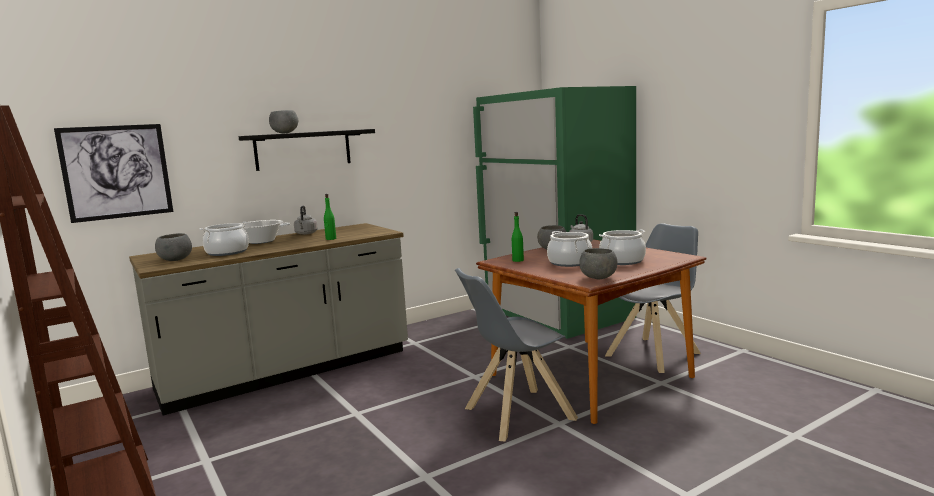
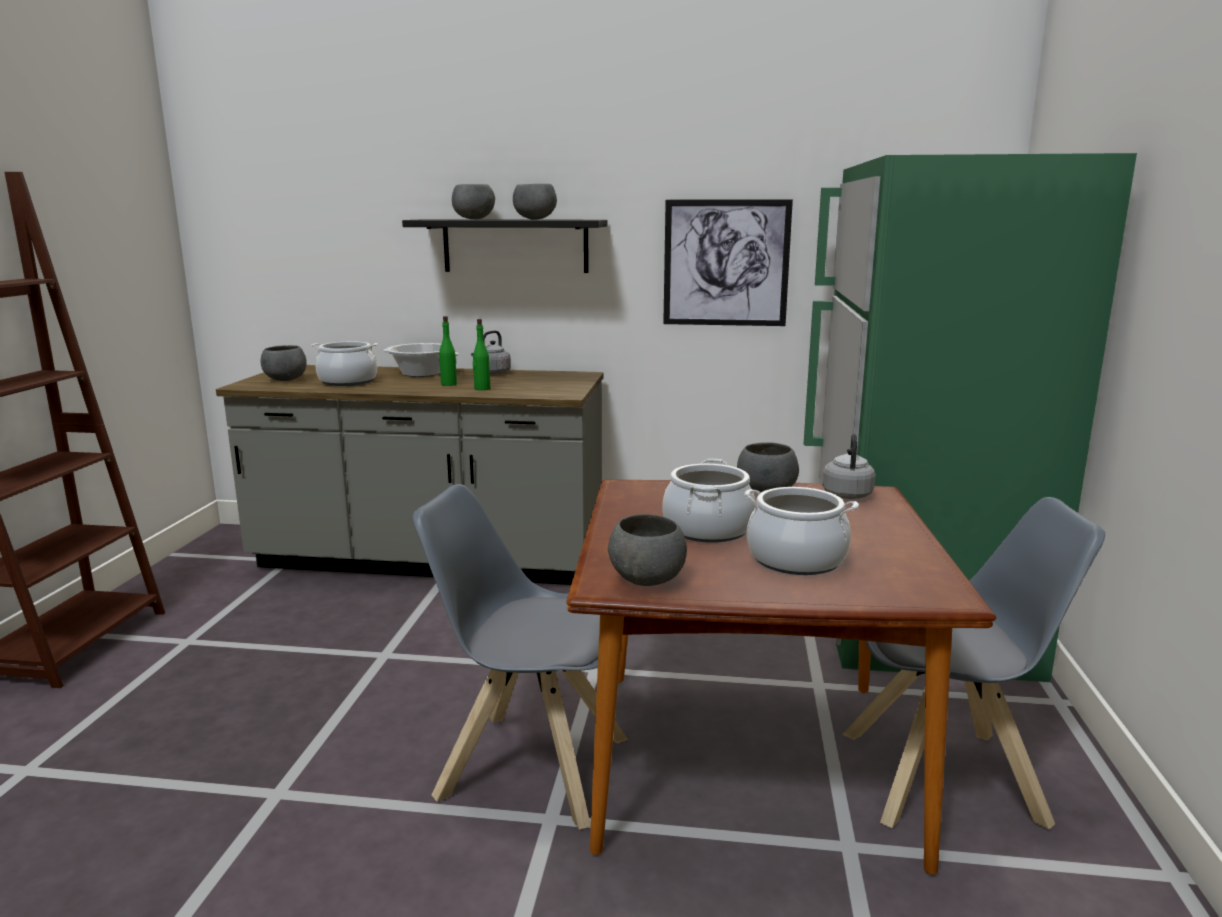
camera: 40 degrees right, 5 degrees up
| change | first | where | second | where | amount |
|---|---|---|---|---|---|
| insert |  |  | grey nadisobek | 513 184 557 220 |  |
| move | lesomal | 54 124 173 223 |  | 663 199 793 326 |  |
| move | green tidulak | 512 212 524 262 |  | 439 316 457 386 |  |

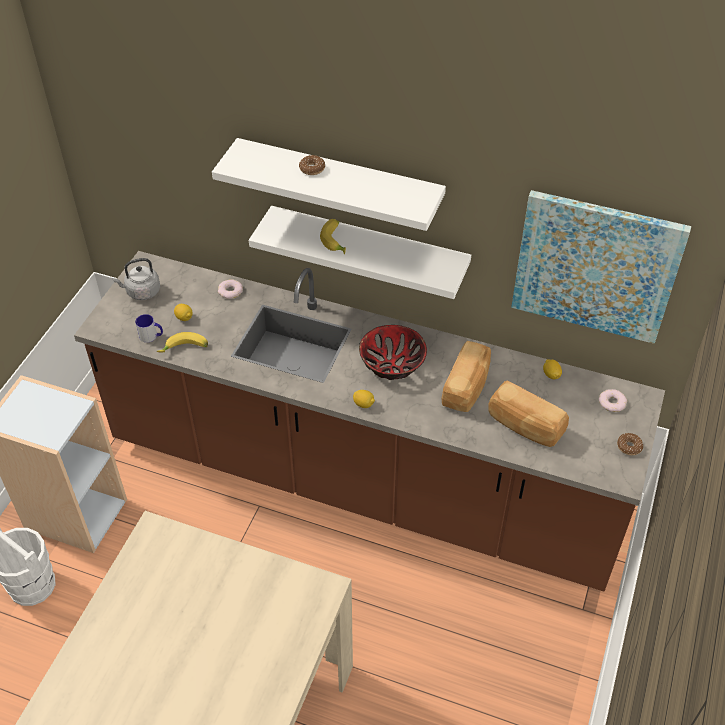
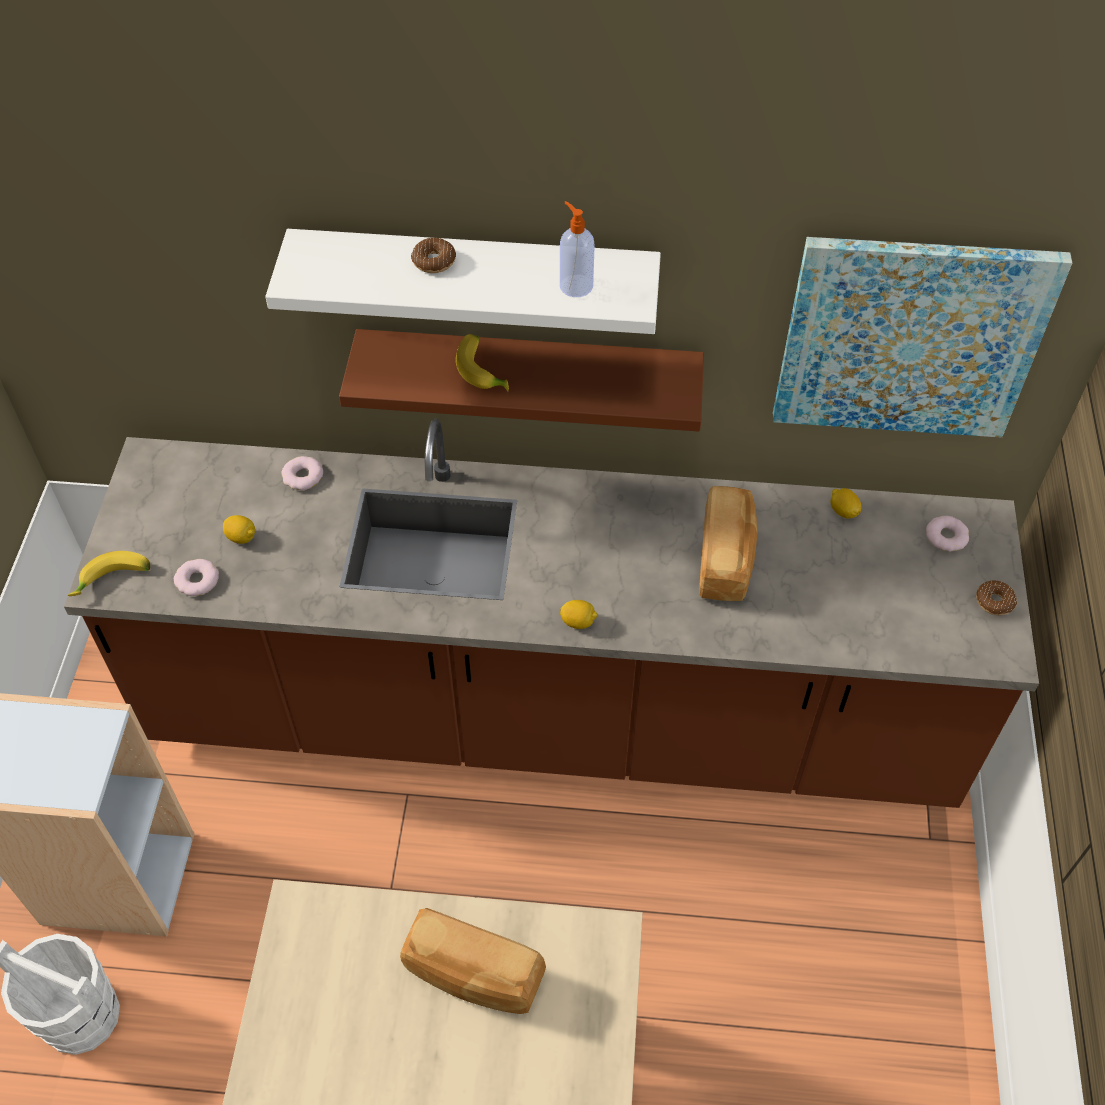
camera: 15 degrees left, 5 degrees up
| change | first | where | second | where | amount |
|---|---|---|---|---|---|
| delete | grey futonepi | 112 258 160 300 |  |  |  |
| delete | nadisobek | 359 325 427 380 |  |  |  |
| insert |  |  | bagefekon | 560 201 595 297 |  |
| move | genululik | 157 332 208 352 |  | 68 551 150 596 |  |
| move | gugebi | 489 381 569 447 |  | 400 908 546 1014 |  |
| replace | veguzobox | 135 314 163 343 | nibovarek | 174 559 219 596 |  |
| recolor | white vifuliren | 249 206 471 299 | brown vifuliren | 339 329 704 432 |  |

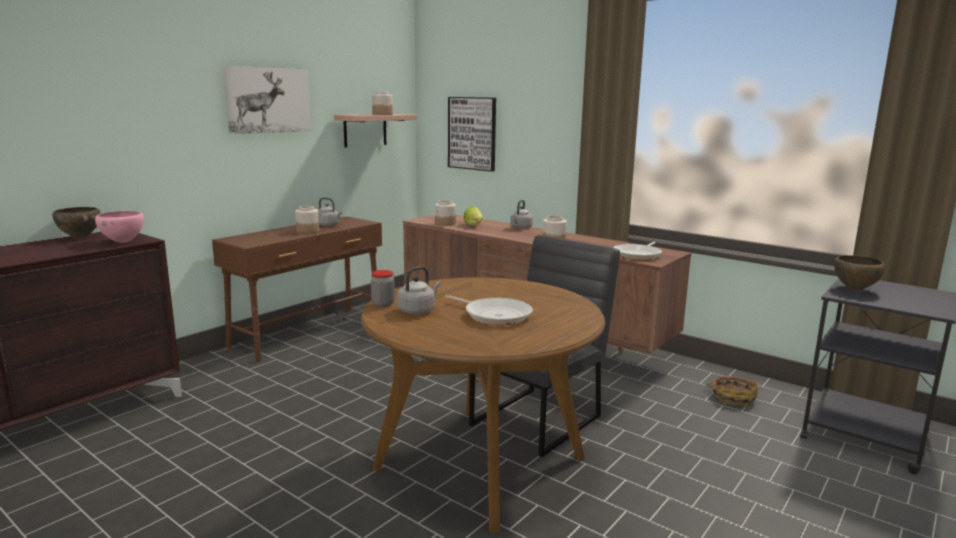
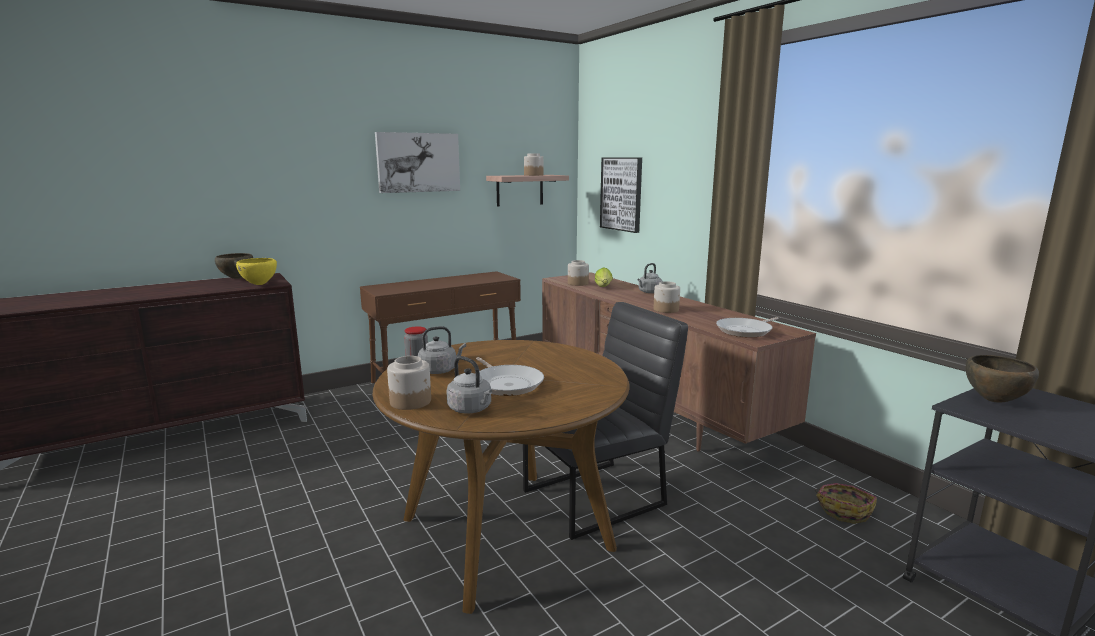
camera: 20 degrees right, 0 degrees up
| change | first | where | second | where | amount |
|---|---|---|---|---|---|
| move | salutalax | 295 206 319 233 |  | 387 356 431 410 |  |
| move | grey futonepi | 318 197 342 226 |  | 446 356 492 414 |  |
| recolor | pink nadisobek | 95 211 144 243 | yellow nadisobek | 236 258 277 285 |  |

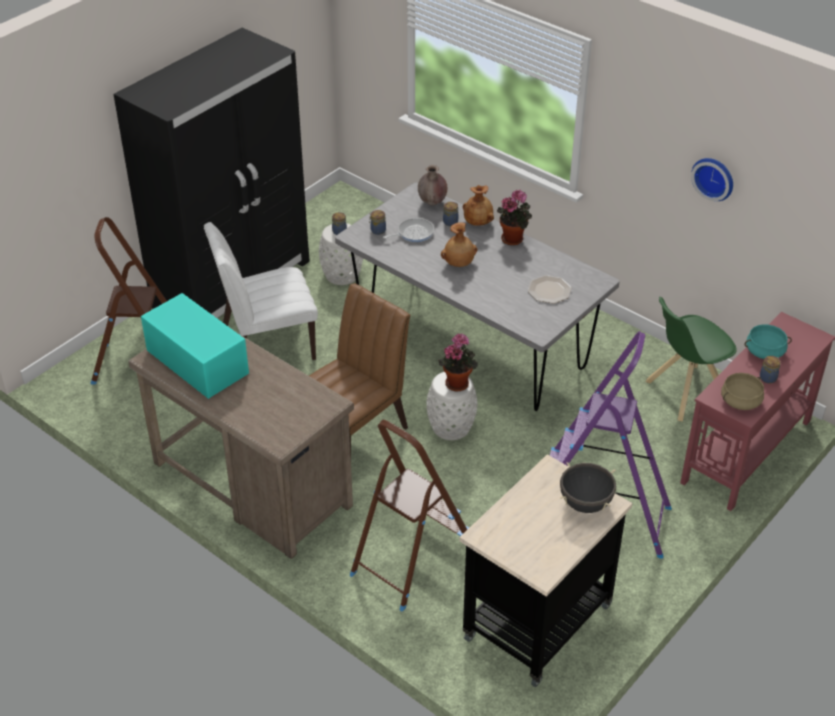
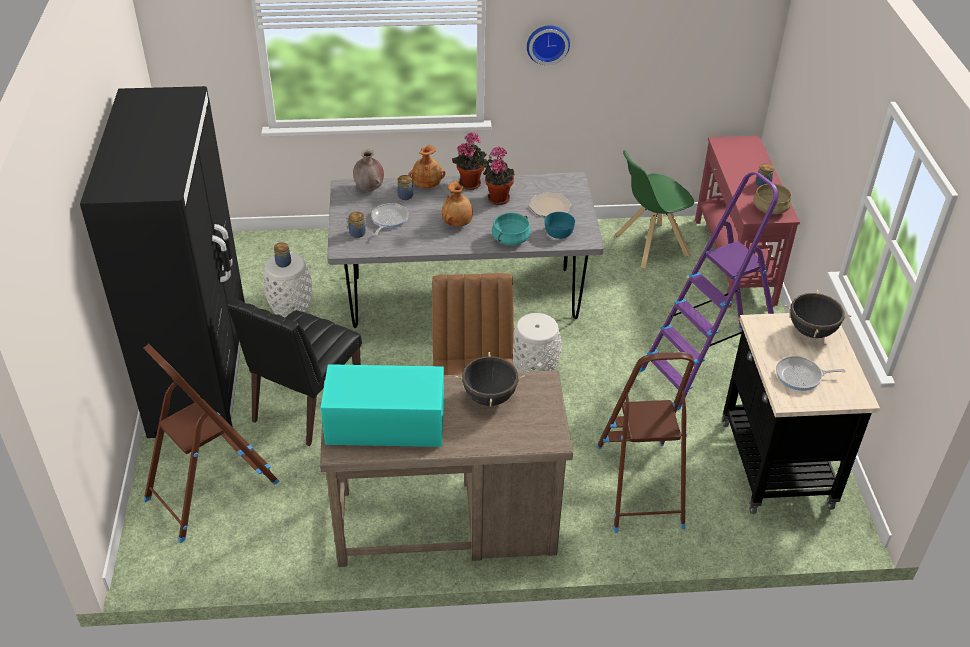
camera: 45 degrees left, 0 degrees up
| change | first | where | second | where | amount |
|---|---|---|---|---|---|
| insert |  |  | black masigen | 455 352 525 406 |  |
| insert |  |  | turquoise nadisobek | 545 212 575 239 |  |
| insert |  |  | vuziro | 776 356 846 391 |  |
| move | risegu | 438 333 478 391 |  | 483 147 515 205 |  |
| move | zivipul | 691 158 733 201 |  | 527 25 570 65 |  |
| move | turquoise masigen | 745 324 792 359 |  | 492 213 531 245 |  |
| recolor | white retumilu | 204 222 318 360 | black retumilu | 227 298 362 446 |  |
| rotate | green retumilu | 645 297 737 422 |  | 615 150 694 268 | 45 degrees clockwise |

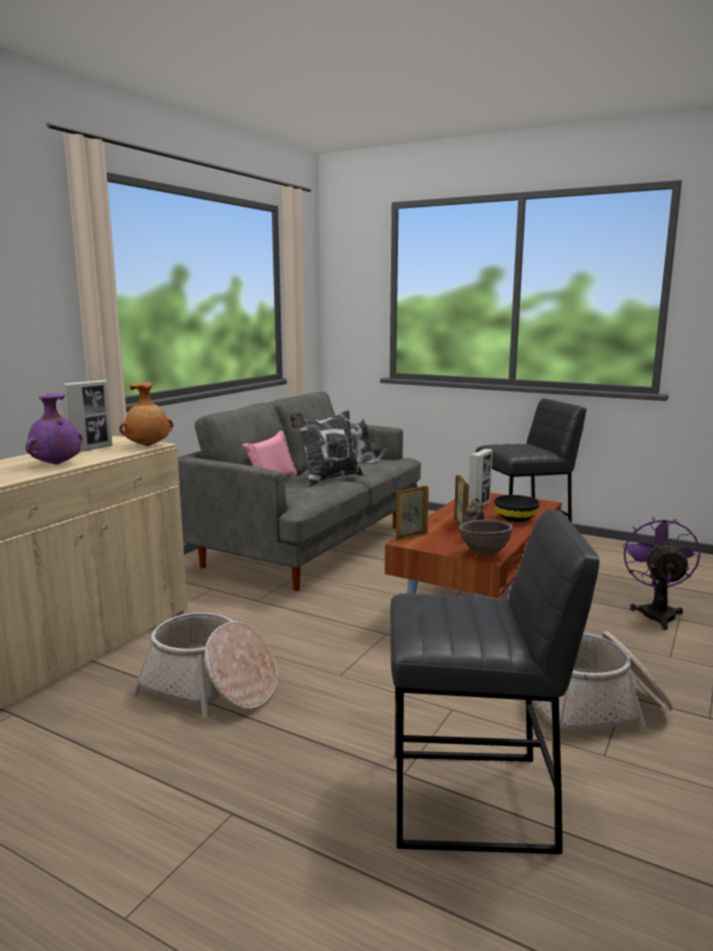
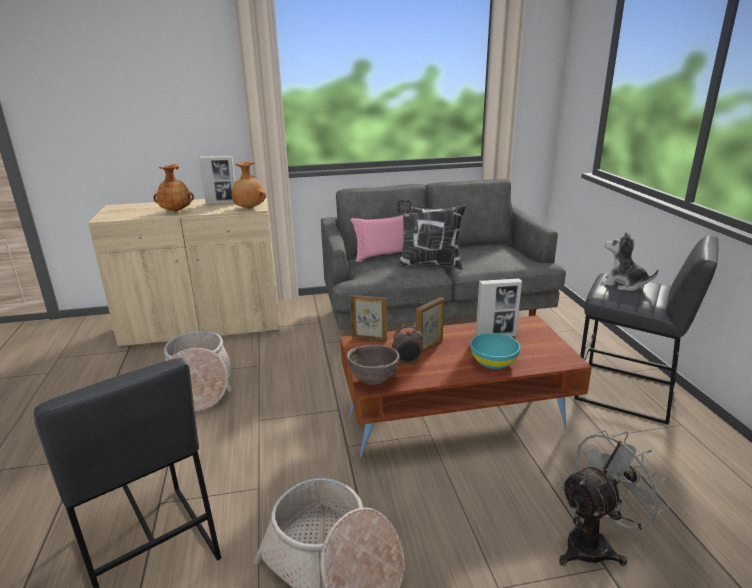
camera: 50 degrees right, 10 degrees up
| change | first | where | second | where | amount |
|---|---|---|---|---|---|
| move | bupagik | 351 419 388 464 |  | 601 232 659 291 |  |
| recolor | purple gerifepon | 25 393 83 465 | brown gerifepon | 153 164 194 212 |  |
| recolor | black nadisobek | 494 495 540 522 | turquoise nadisobek | 470 333 521 369 |  |
| recolor | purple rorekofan | 622 517 700 630 | grey rorekofan | 559 430 669 566 |  |

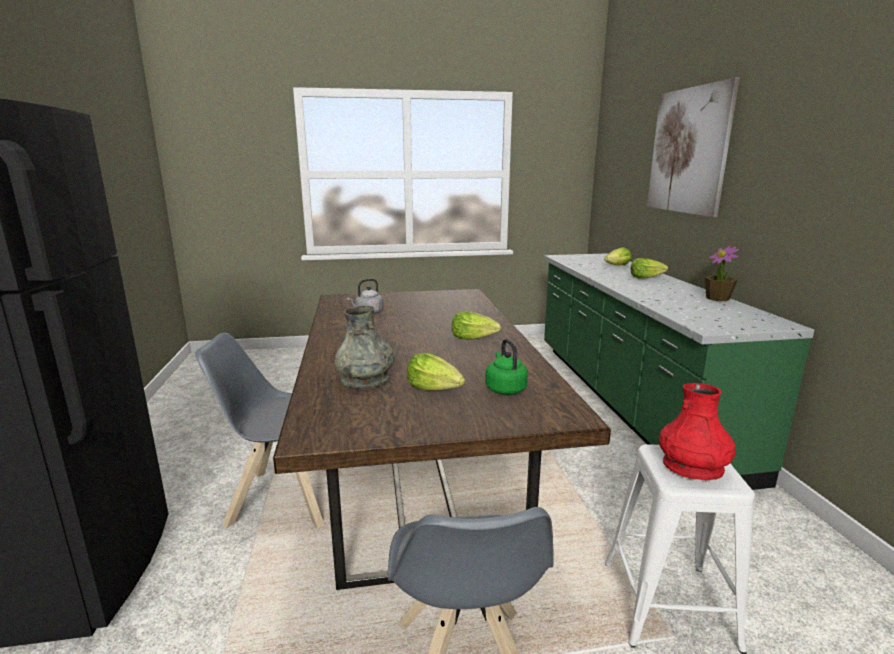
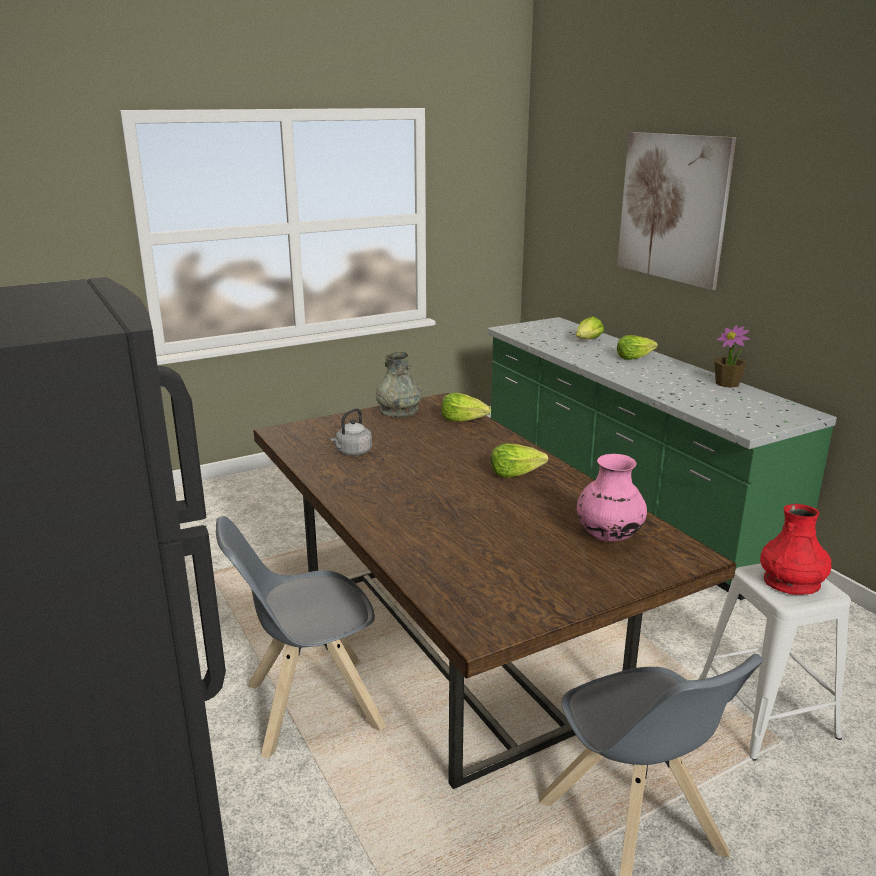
camera: 20 degrees left, 5 degrees up
| change | first | where | second | where | amount |
|---|---|---|---|---|---|
| move | grey gerifepon | 335 306 395 389 |  | 376 352 423 417 |  |
| move | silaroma | 407 352 465 391 |  | 441 393 491 422 |  |
| replace | green futonepi | 485 339 528 395 | pink gerifepon | 577 454 647 542 |  |

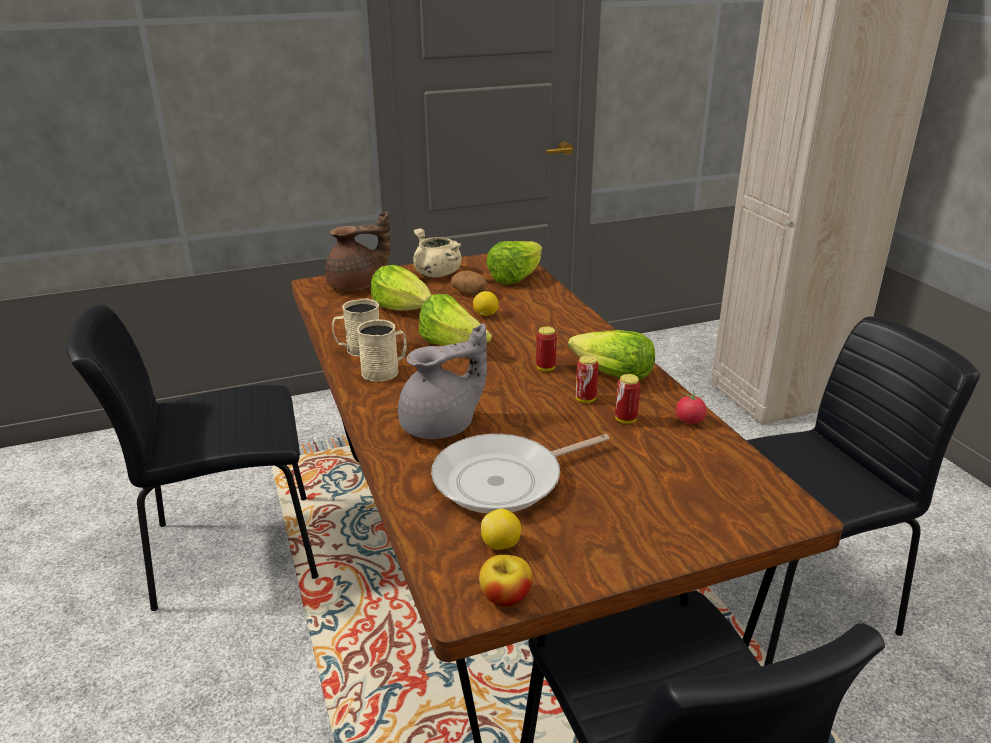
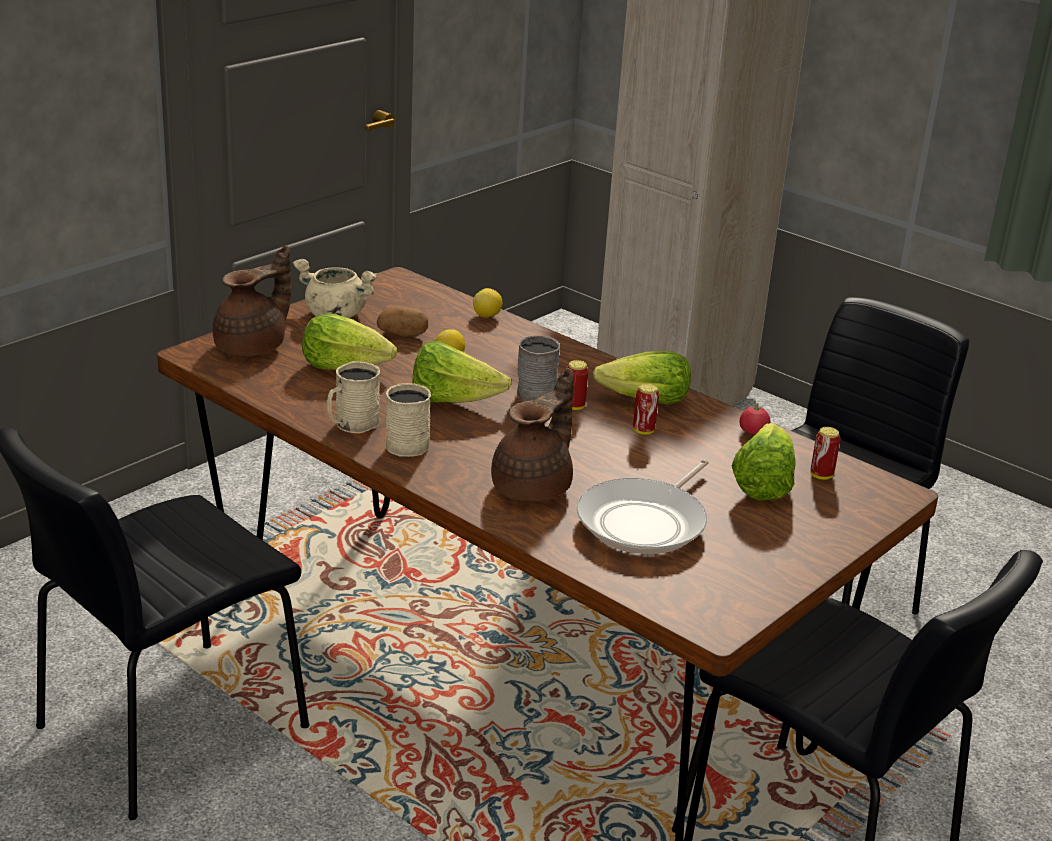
camera: 30 degrees left, 0 degrees up
| change | first | where | second | where | amount |
|---|---|---|---|---|---|
| delete | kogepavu | 479 555 533 607 |  |  |  |
| insert |  |  | grey veguzobox | 517 335 560 401 |  |
| move | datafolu | 481 509 521 550 |  | 473 288 503 318 |  |
| move | silaroma | 486 241 542 284 |  | 731 423 796 500 |  |
| move | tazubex | 615 374 641 424 |  | 810 427 840 480 |  |
| recolor | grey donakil | 398 323 487 439 | brown donakil | 491 368 574 501 |  |

